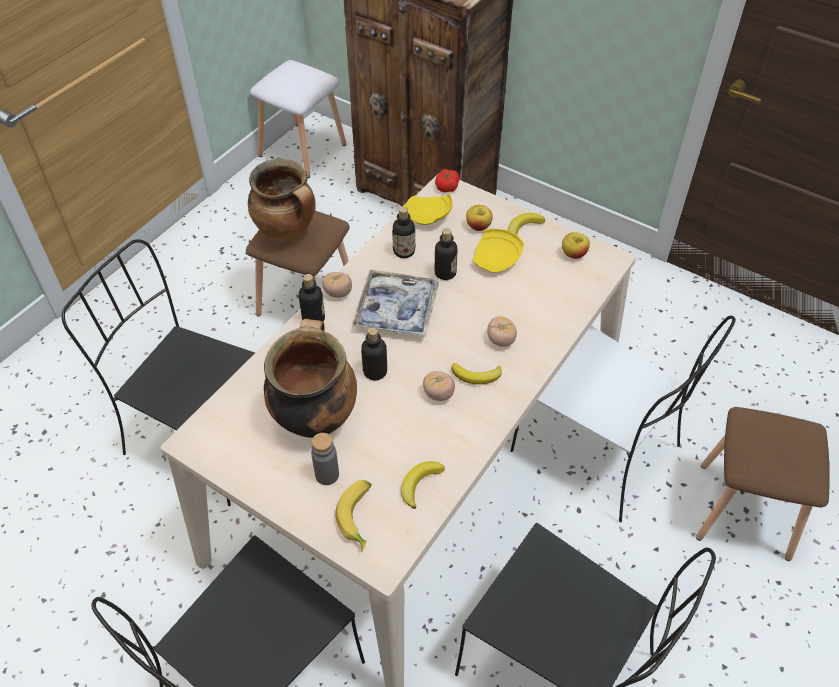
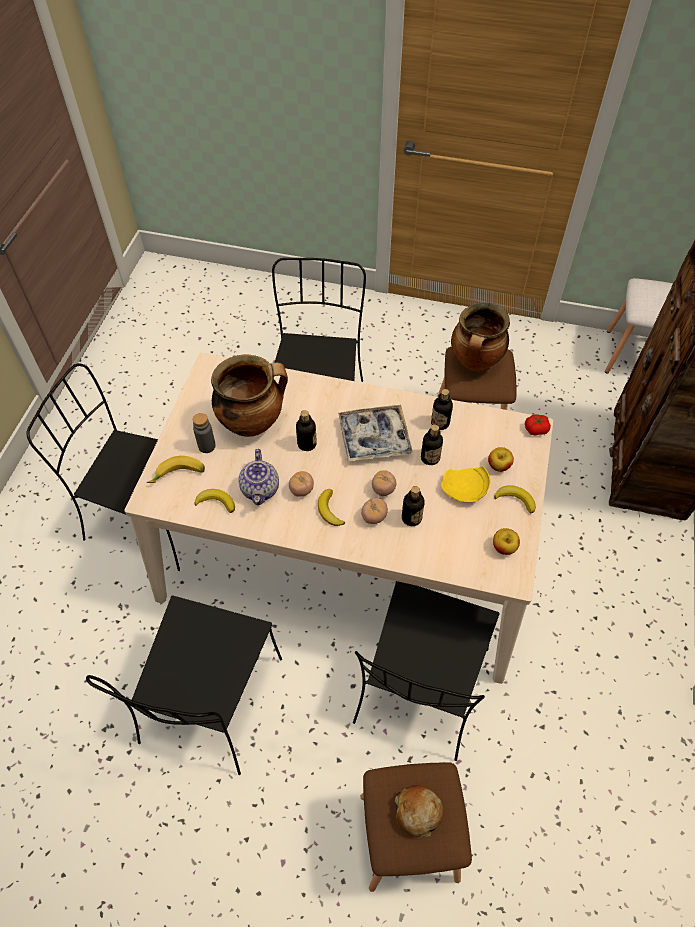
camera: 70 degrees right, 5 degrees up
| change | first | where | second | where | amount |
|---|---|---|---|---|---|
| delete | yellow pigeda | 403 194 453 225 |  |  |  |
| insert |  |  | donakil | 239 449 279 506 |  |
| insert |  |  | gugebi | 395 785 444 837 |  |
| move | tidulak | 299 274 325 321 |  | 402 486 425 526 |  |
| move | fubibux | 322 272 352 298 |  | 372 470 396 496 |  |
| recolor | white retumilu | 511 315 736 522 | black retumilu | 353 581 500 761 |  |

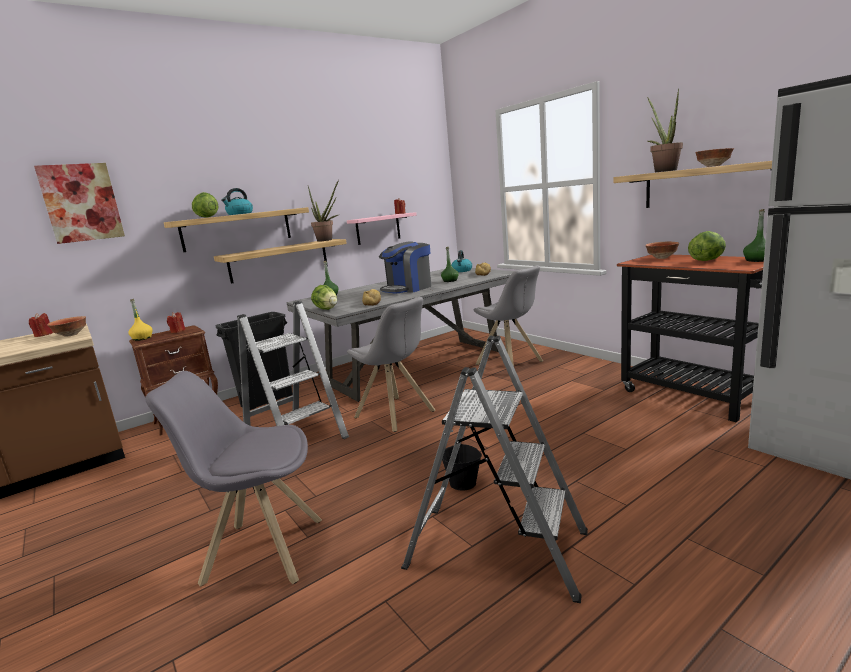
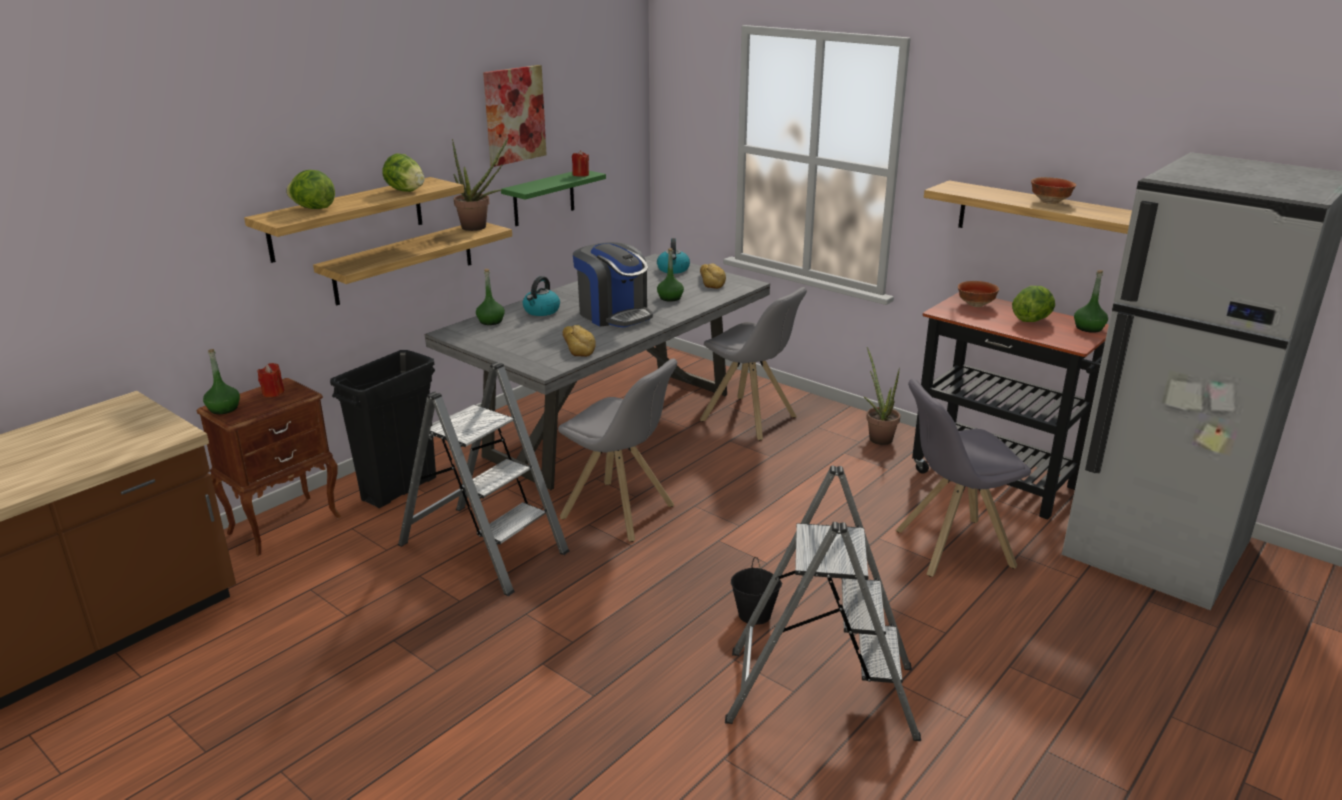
camera: 15 degrees left, 10 degrees up
| change | first | where | second | where | amount |
|---|---|---|---|---|---|
| delete | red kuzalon | 29 313 53 337 |  |  |  |
| delete | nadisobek | 47 316 86 337 |  |  |  |
| move | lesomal | 34 163 125 244 |  | 483 65 547 167 |  |
| move | grey retumilu | 145 371 322 587 |  | 895 379 1031 577 |  |
| move | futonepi | 221 188 253 215 |  | 523 276 560 316 |  |
| move | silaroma | 311 285 337 310 |  | 382 153 425 192 |  |
| move | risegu | 647 89 683 172 |  | 864 347 900 445 |  |
| recolor | yellow tidulak | 128 299 153 341 | green tidulak | 203 349 240 414 |  |
| recolor | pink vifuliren | 347 212 417 245 | green vifuliren | 501 171 606 226 |  |
| rotate | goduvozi | 379 241 431 294 |  | 573 242 653 328 | 75 degrees counterclockwise |

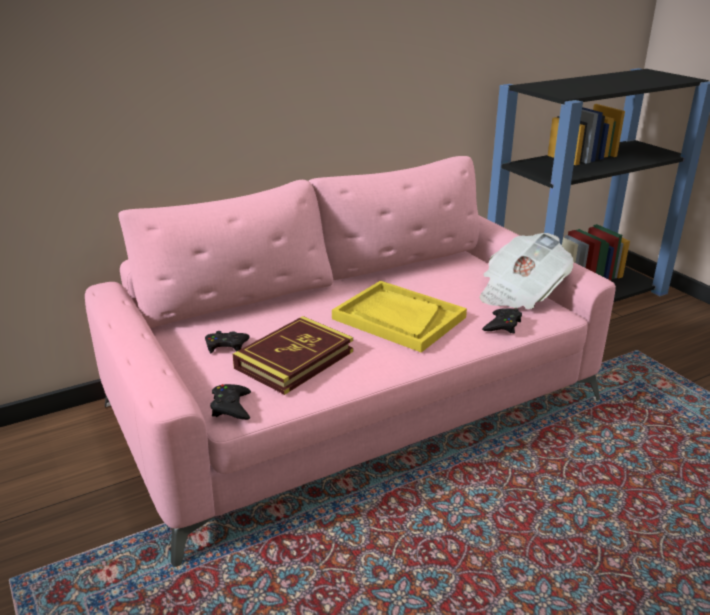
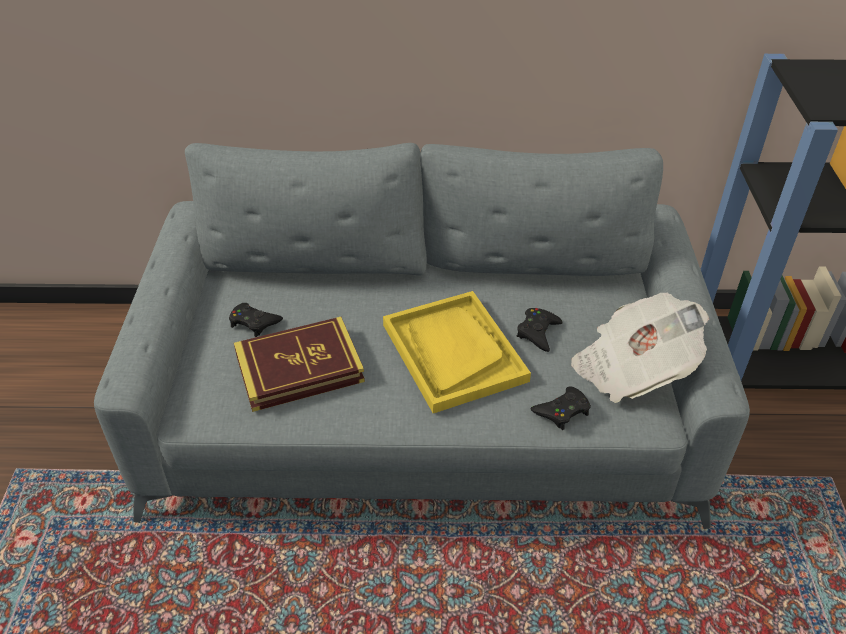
camera: 30 degrees right, 15 degrees up
| change | first | where | second | where | amount |
|---|---|---|---|---|---|
| move | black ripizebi | 210 384 251 420 |  | 517 308 563 352 |  |
| recolor | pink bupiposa | 85 156 616 567 | grey bupiposa | 94 143 750 529 |  |

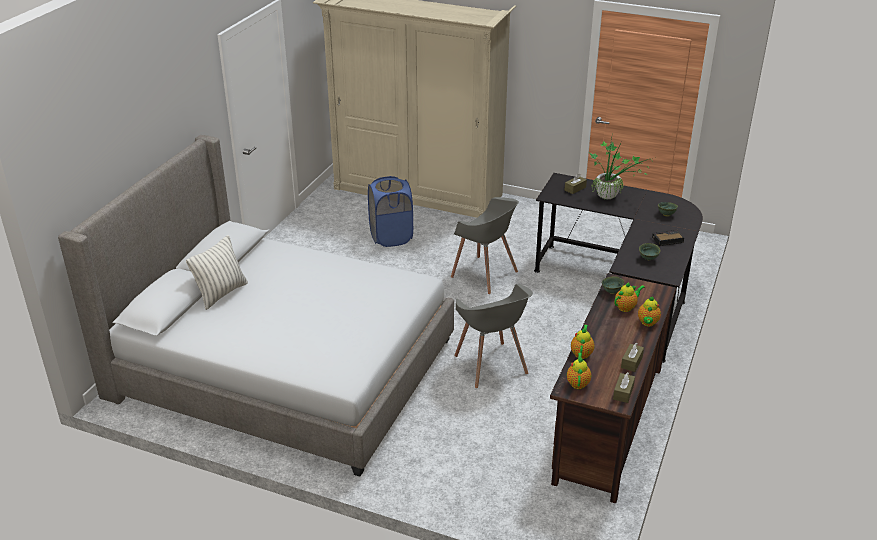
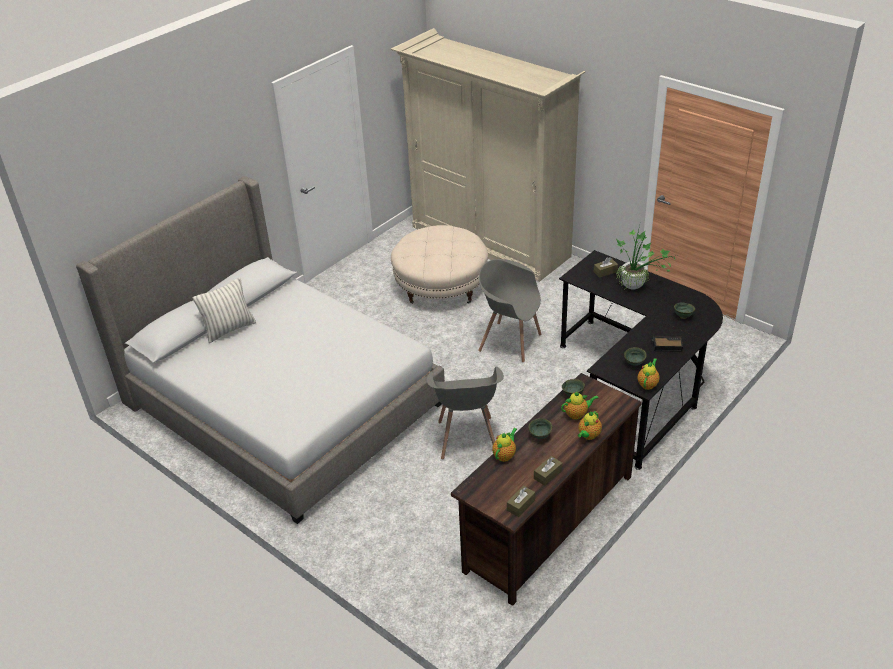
camera: 20 degrees right, 5 degrees up
| change | first | where | second | where | amount |
|---|---|---|---|---|---|
| insert |  |  | green nadisobek | 528 418 552 439 |  |
| move | donakil | 567 353 591 389 |  | 637 358 660 390 |  |
| replace | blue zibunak | 368 176 413 247 | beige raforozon | 391 225 488 303 |  |
| rotate | grey retumilu | 451 197 519 294 |  | 478 259 542 362 | 150 degrees clockwise |

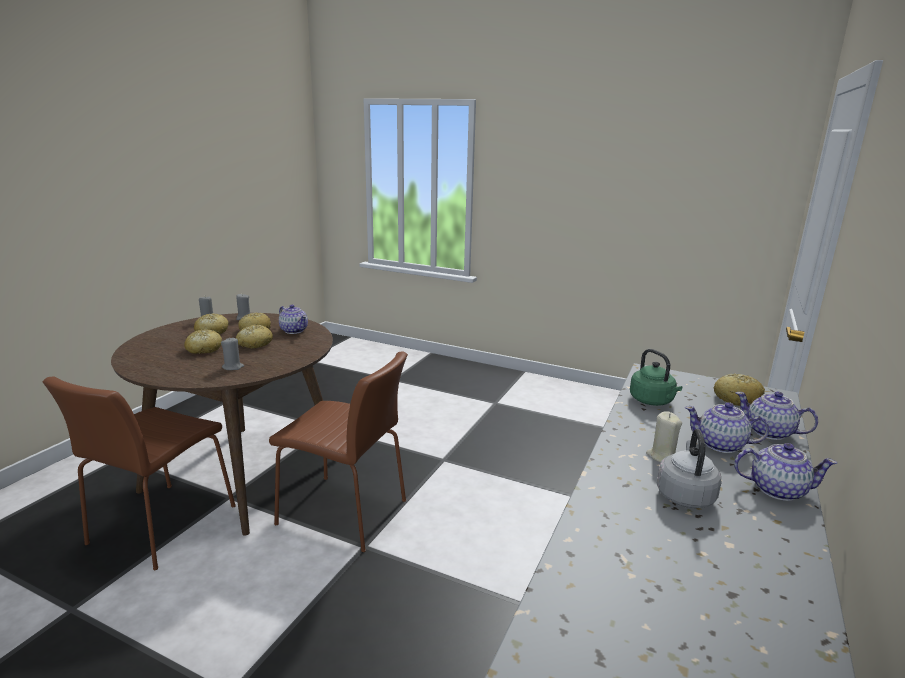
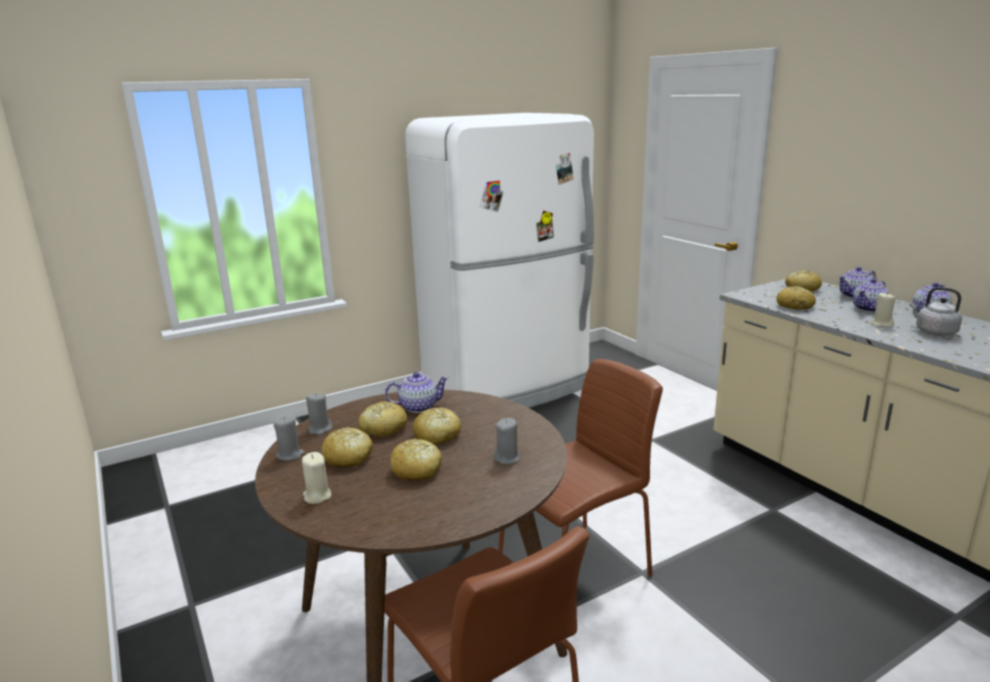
camera: 55 degrees left, 0 degrees up
| change | first | where | second | where | amount |
|---|---|---|---|---|---|
| insert |  |  | beige kuzalon | 302 452 331 504 |  |
| insert |  |  | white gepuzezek | 405 113 594 408 |  |
| replace | green futonepi | 630 349 682 406 | gugebi | 776 286 816 310 |  |

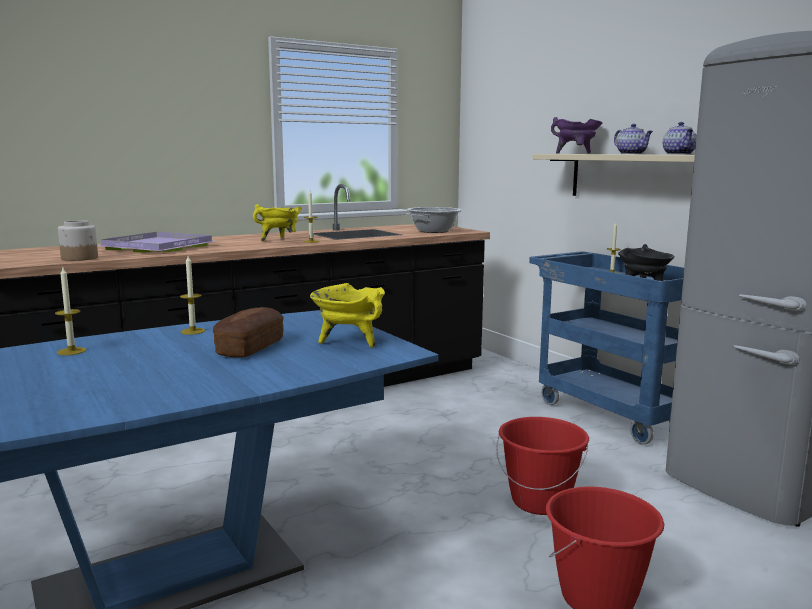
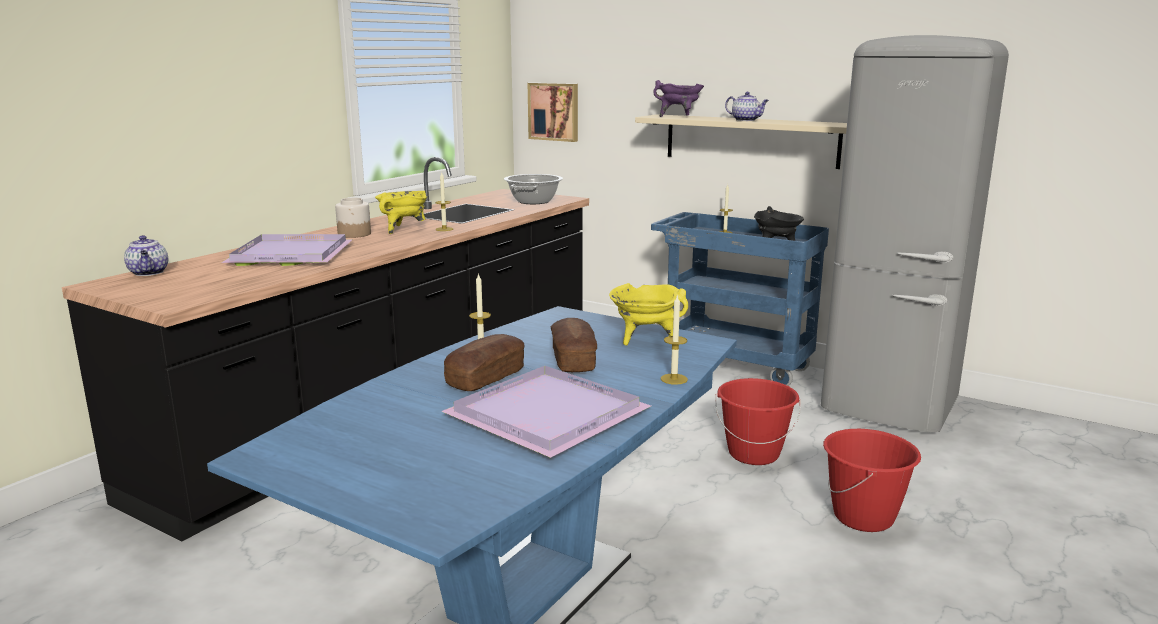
camera: 25 degrees left, 5 degrees up
| change | first | where | second | where | amount |
|---|---|---|---|---|---|
| insert |  |  | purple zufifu | 441 366 651 458 |  |
| insert |  |  | gugebi | 444 334 524 391 |  |
| insert |  |  | lesomal | 528 83 578 142 |  |
| move | kuzalon | 55 268 86 355 |  | 661 294 688 385 |  |
| move | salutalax | 58 220 98 261 |  | 335 198 371 238 |  |
| move | donakil | 663 122 697 155 |  | 124 235 168 276 |  |

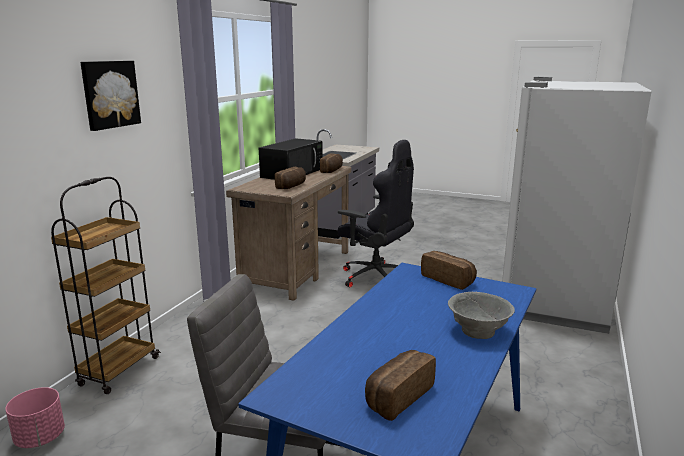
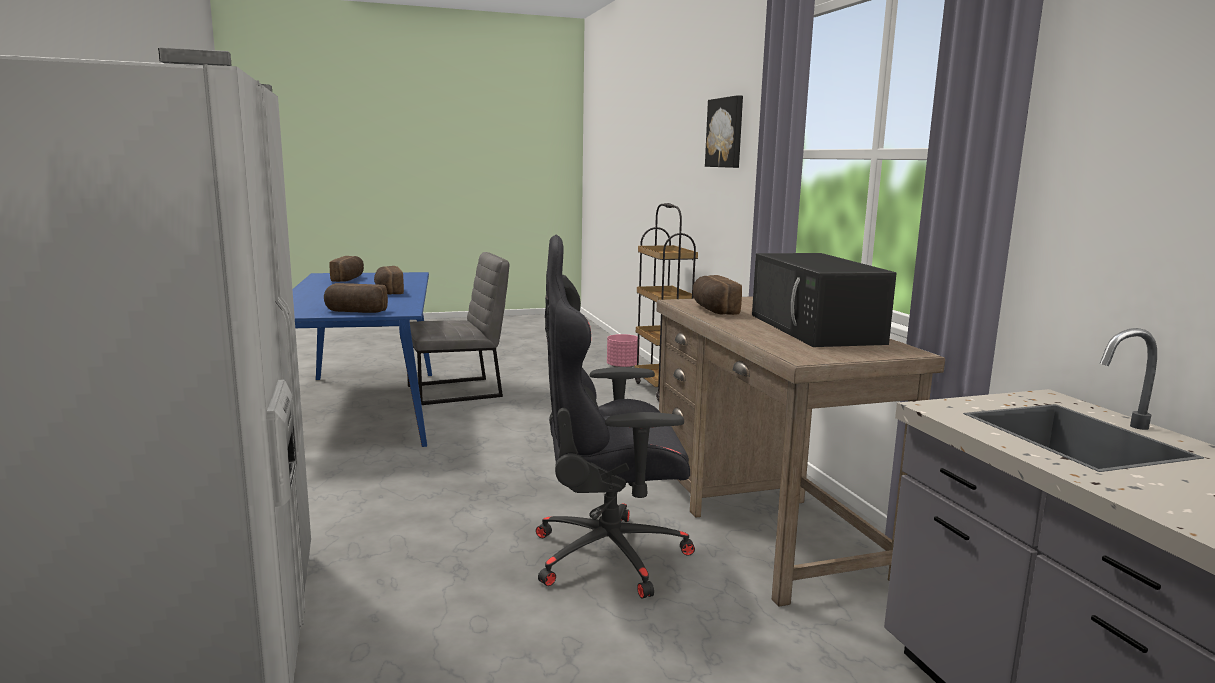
camera: 140 degrees right, 5 degrees down
| change | first | where | second | where | amount |
|---|---|---|---|---|---|
| delete | grey nadisobek | 448 292 515 339 |  |  |  |
| move | gugebi | 320 153 343 173 |  | 374 266 404 294 |  |

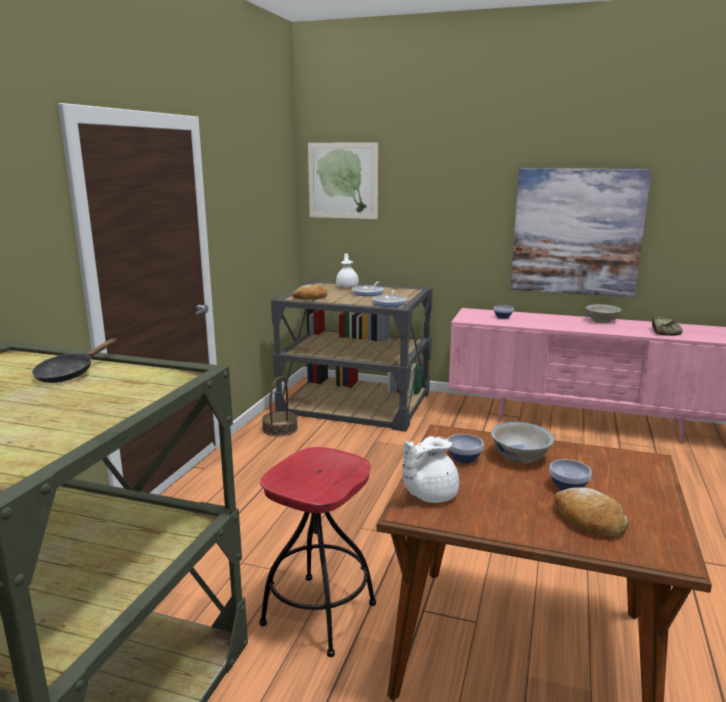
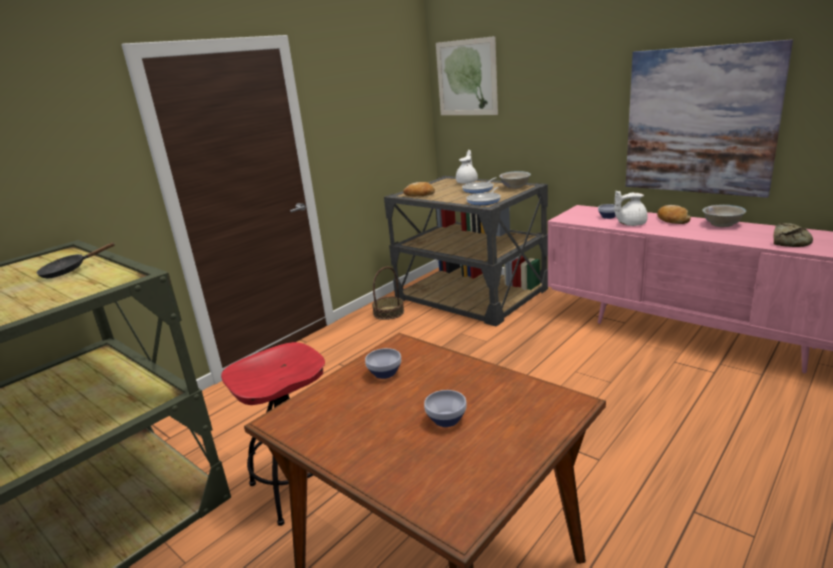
camera: 25 degrees right, 5 degrees up
| change | first | where | second | where | amount |
|---|---|---|---|---|---|
| move | white donakil | 402 436 459 503 |  | 614 191 648 226 |  |
| move | white nadisobek | 491 422 554 464 |  | 499 171 531 189 |  |
| move | gugebi | 554 487 628 537 |  | 657 205 691 224 |  |

